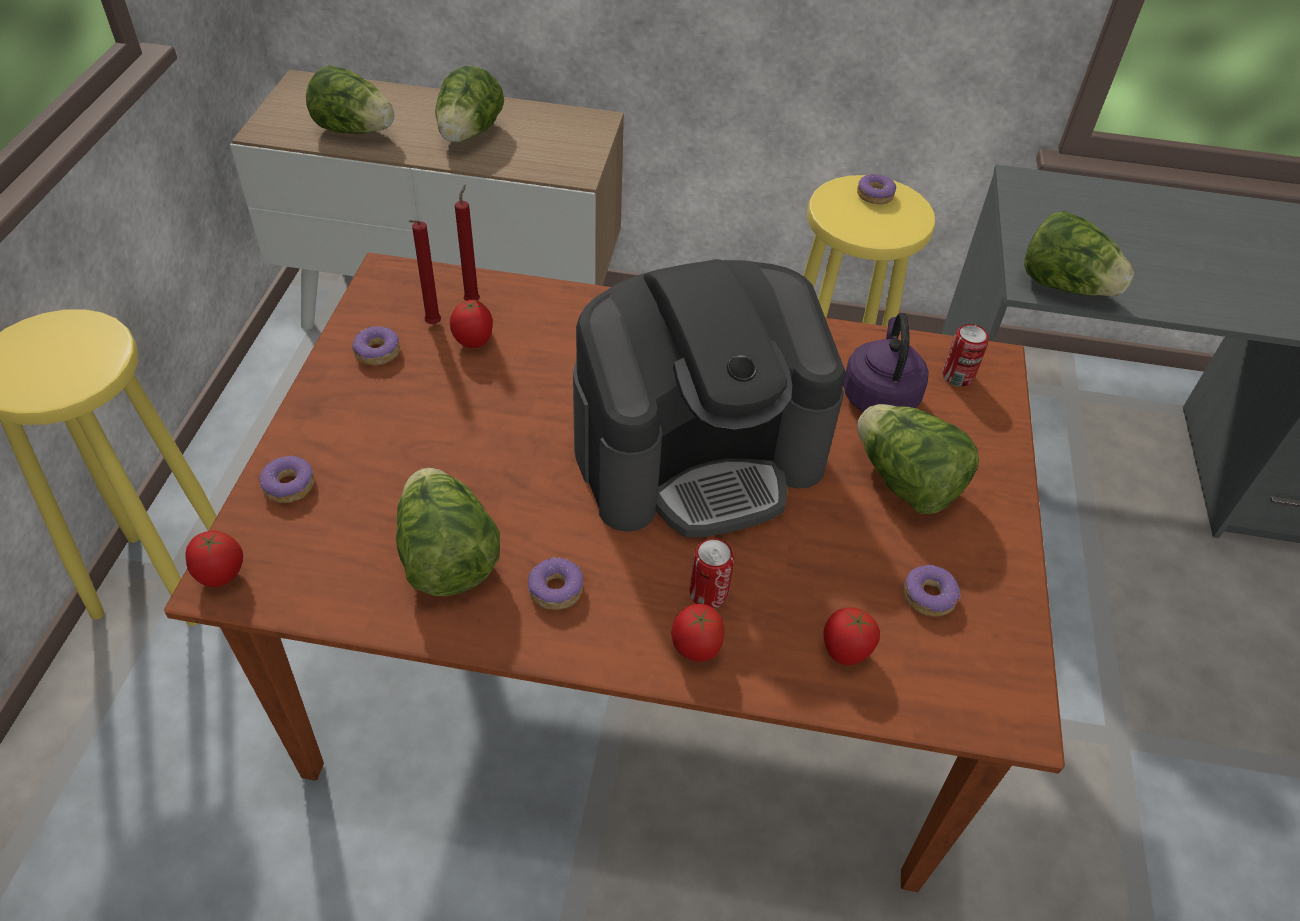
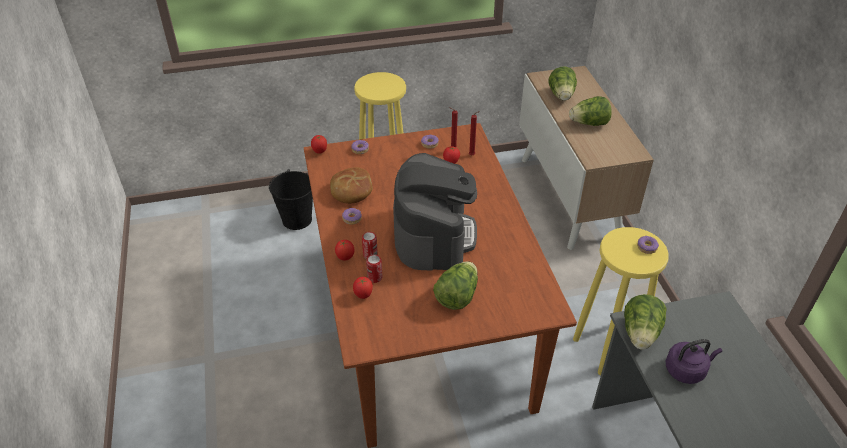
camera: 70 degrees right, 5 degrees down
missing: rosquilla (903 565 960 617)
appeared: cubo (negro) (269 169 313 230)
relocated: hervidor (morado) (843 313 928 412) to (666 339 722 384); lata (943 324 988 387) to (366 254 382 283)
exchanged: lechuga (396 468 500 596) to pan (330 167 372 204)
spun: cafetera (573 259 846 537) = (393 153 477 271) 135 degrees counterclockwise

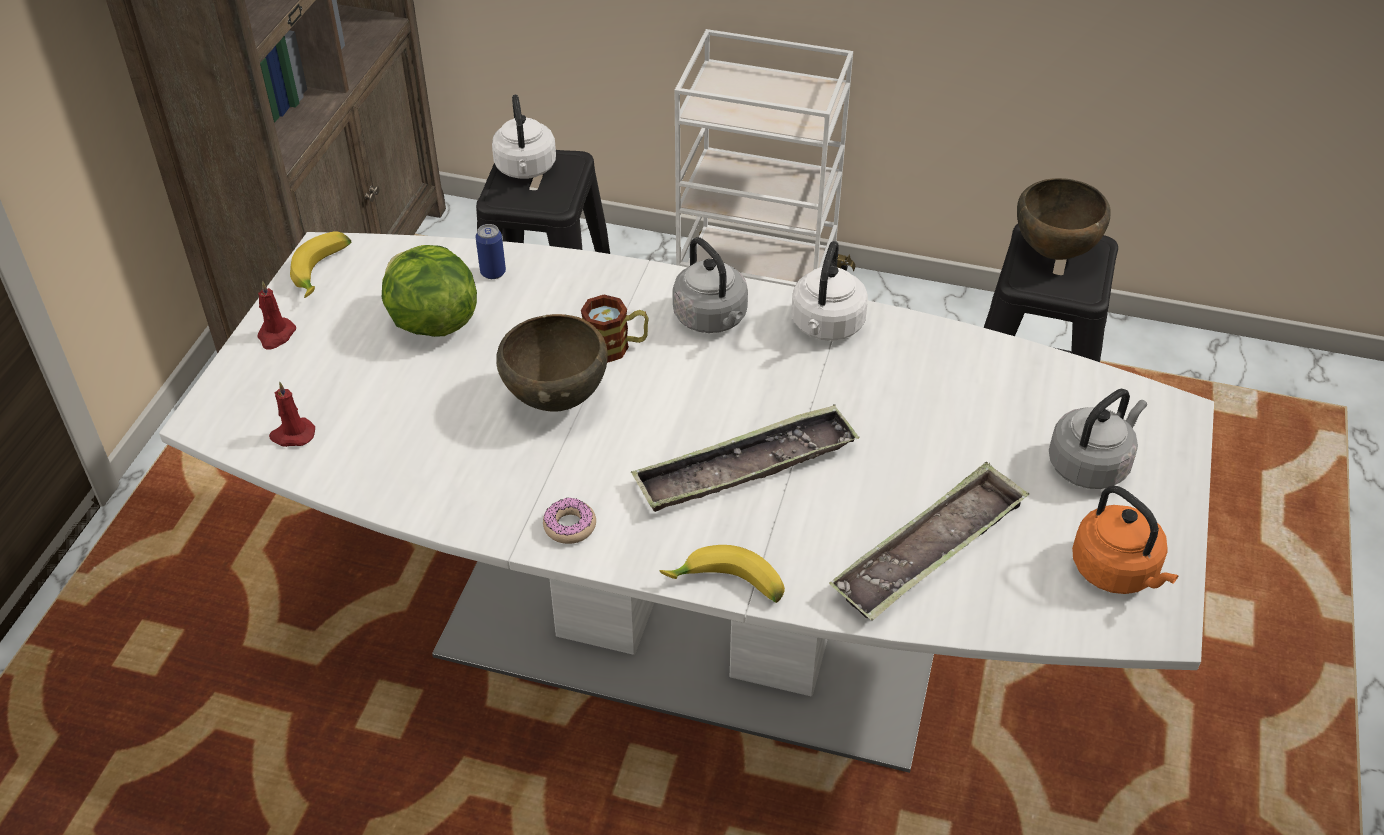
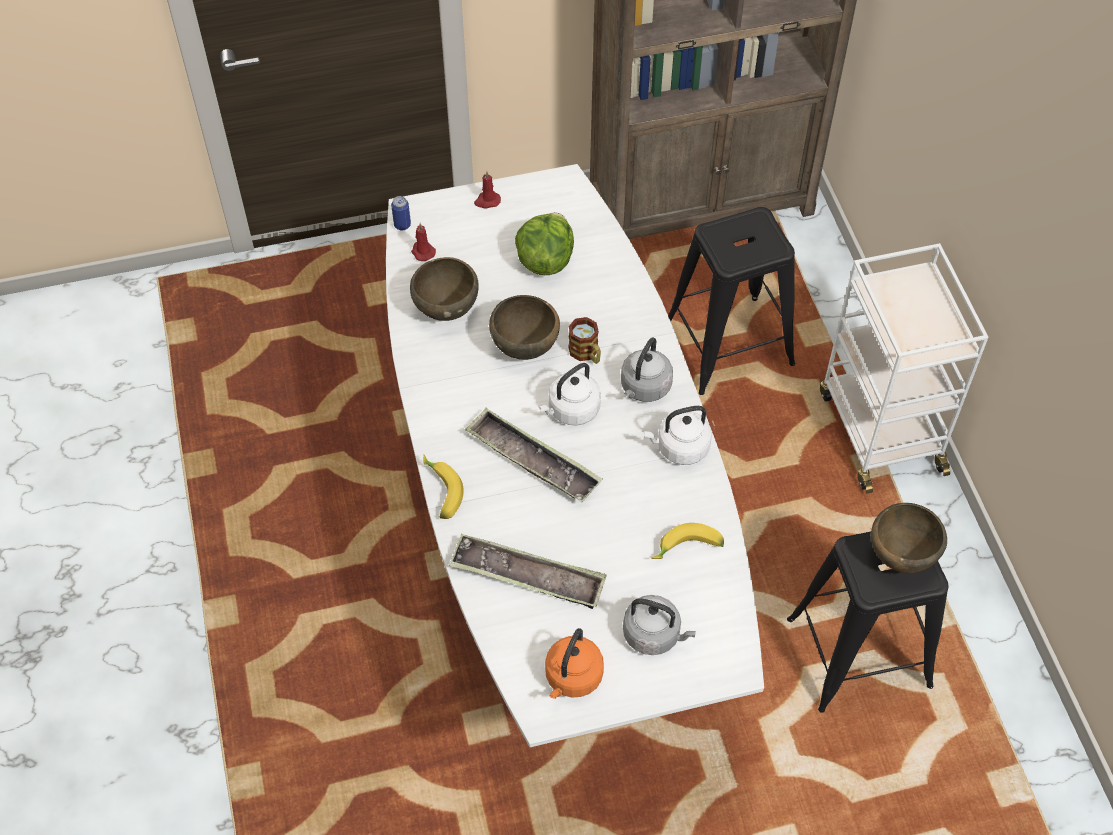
camera: 60 degrees right, 10 degrees up
missing: rosquilla (543 498 596 544)
appeared: cuenco (marrón) (410 257 479 321)
relocated: plátano (290 231 351 298) to (651 523 724 559); lata (476 224 506 279) to (391 196 411 231); hervidor (blanco) (492 95 556 179) to (539 363 601 426)

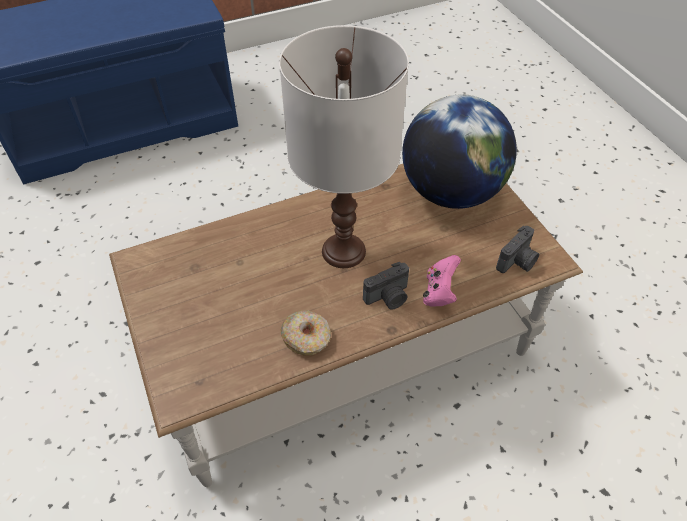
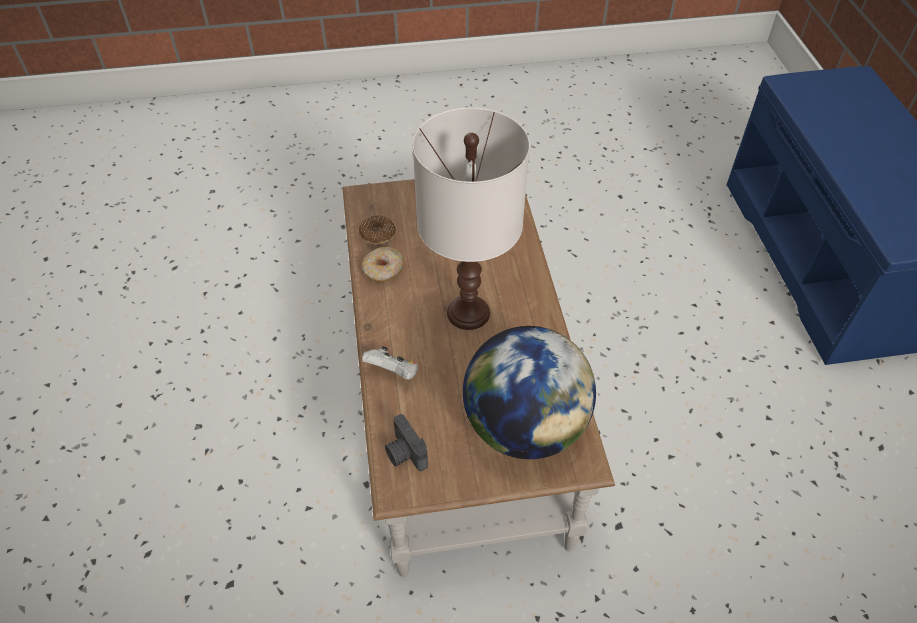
camera: 105 degrees right, 0 degrees up
missing: cámara (363 262 409 310)
appeared: rosquilla (359 215 395 245)
colour: mando de consola (rosa) (423 255 461 307) to mando de consola (blanco) (361 346 418 380)

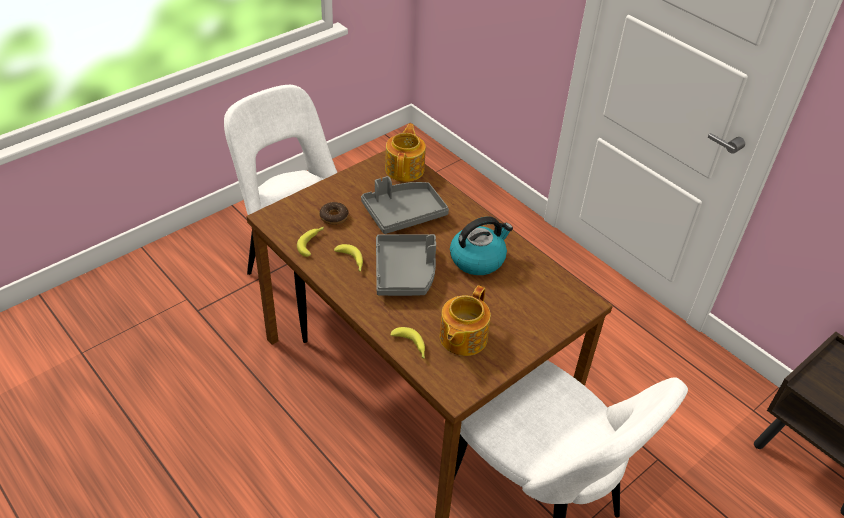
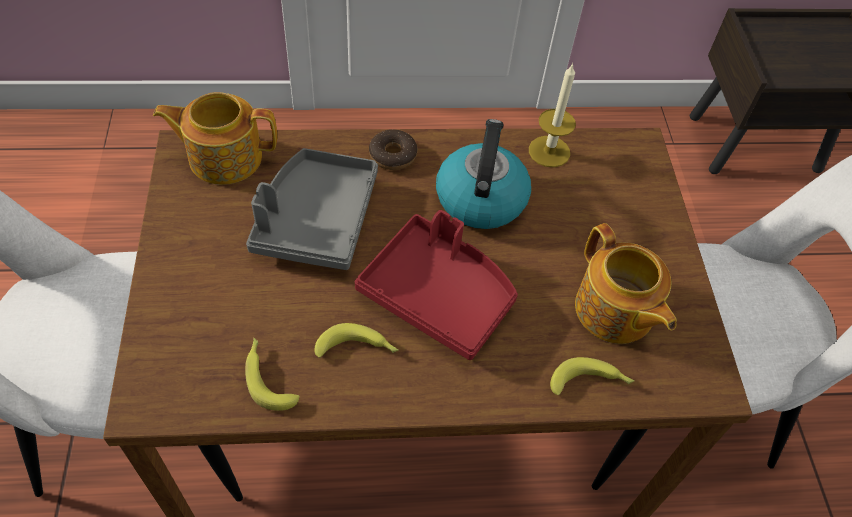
camera: 55 degrees left, 10 degrees up
appeared: vela (529 63 576 167)
relocated: rosquilla (319 202 349 225) to (369 129 417 170)
colour: bandeja (gris) (376 234 436 296) to bandeja (rojo) (355 210 518 360)
spun: tetera (385 124 426 182) = (153 92 277 185) 45 degrees counterclockwise

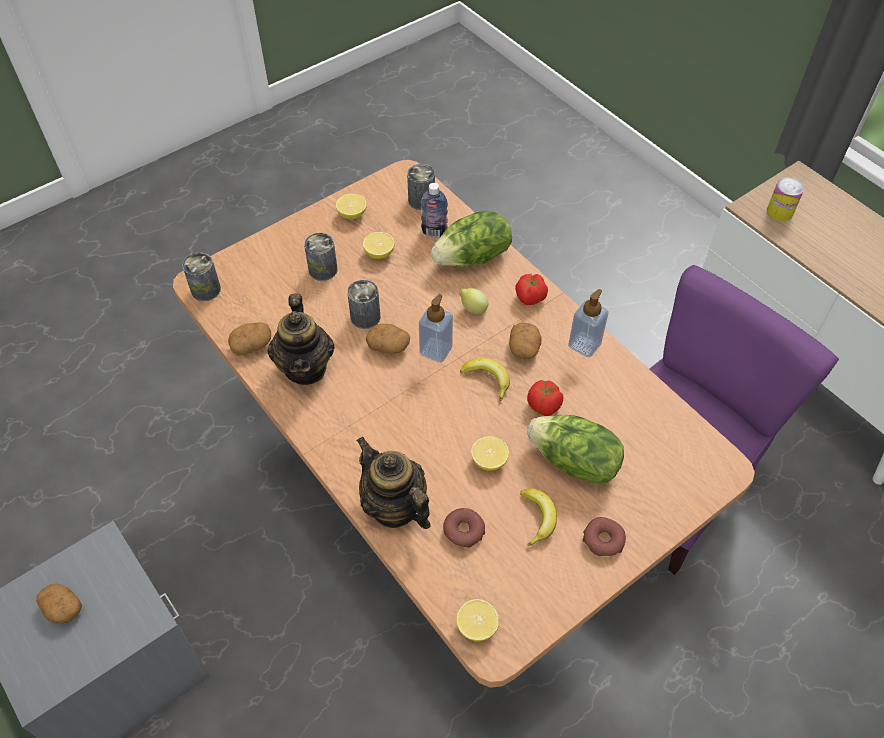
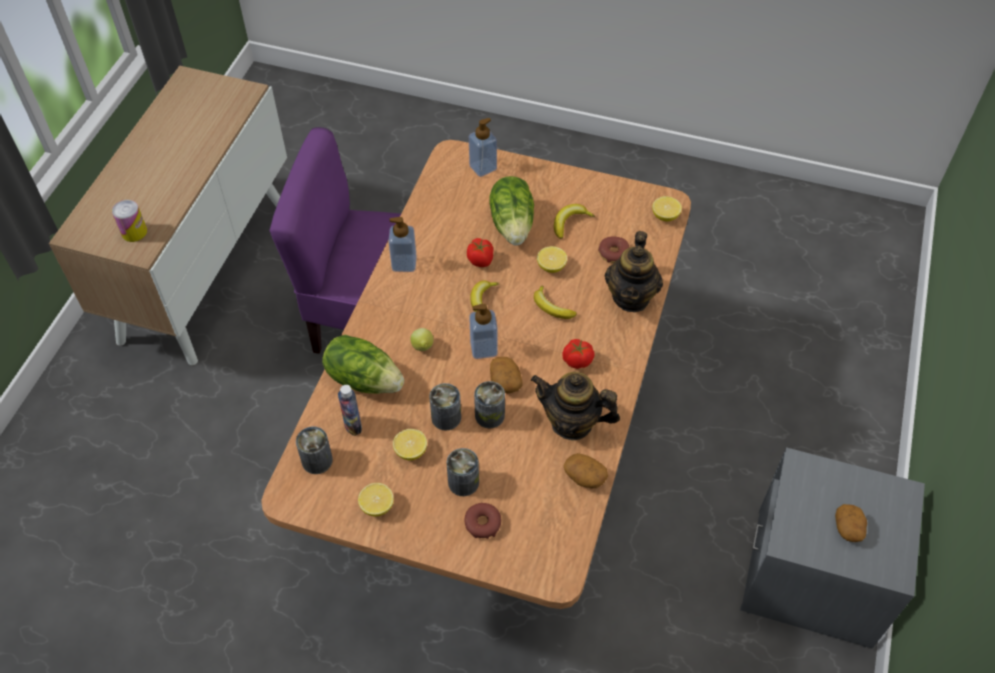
camera: 125 degrees left, 0 degrees up
missing: patata (509 323 541 359)
appeared: dispensador de jabón (469 118 497 177); plátano (534 285 577 319)
relocated: lata (182 253 221 301) to (429 383 461 431); tomate (515 274 548 305) to (562 339 595 369); rosquilla (583 517 626 558) to (464 503 502 539)
spun: tetera (267 293 335 385) = (531 372 620 441) 120 degrees counterclockwise

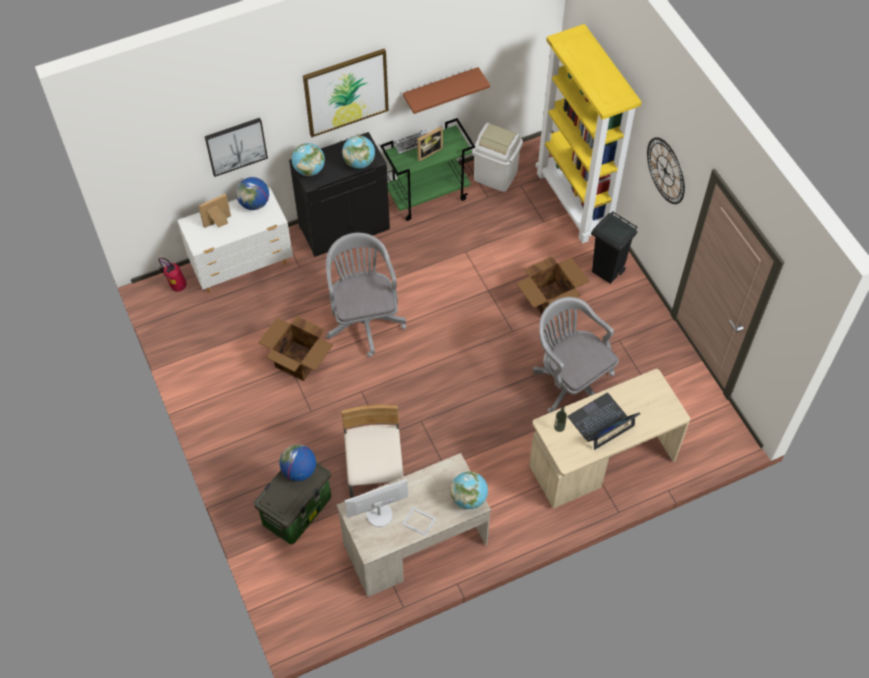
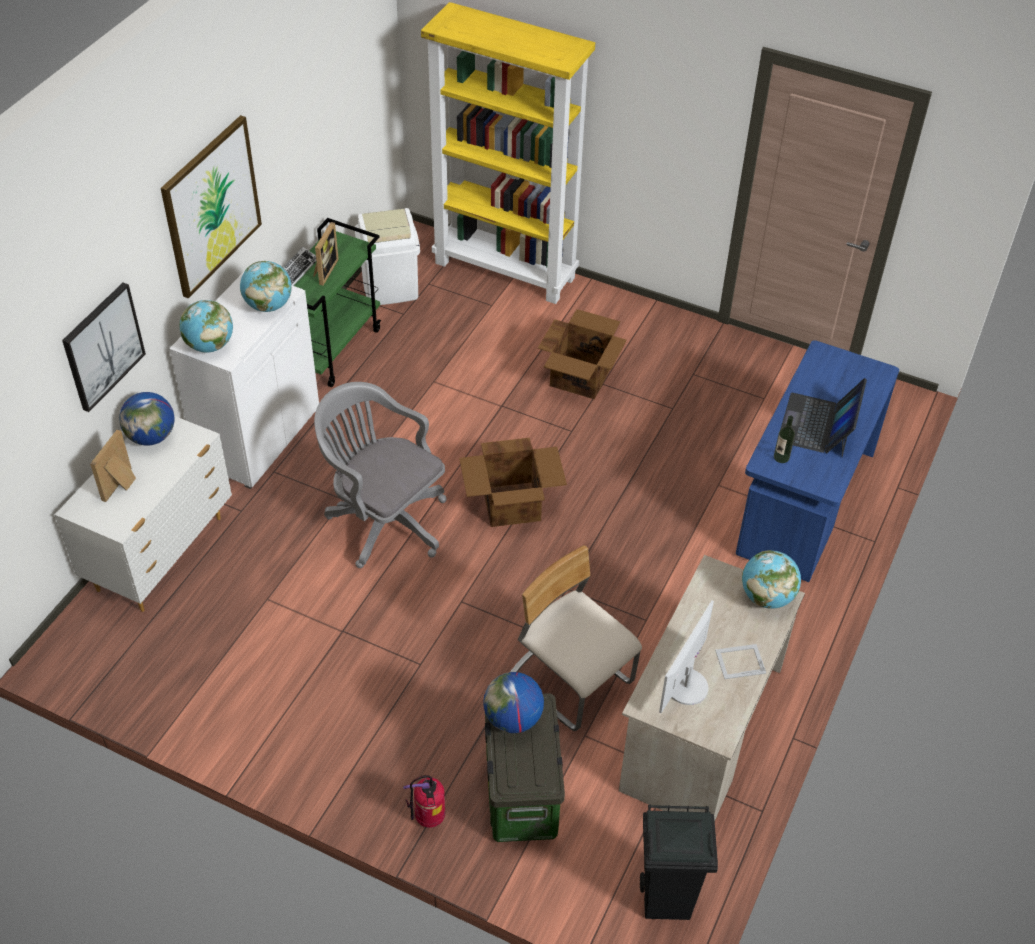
camera: 40 degrees left, 10 degrees down
missing: estante (marrón) (403 67 490 114); silla de oficina (gris) (533 297 619 413); reloj de pared (647 137 685 204)
relocated: extintor (158 258 187 292) to (403 775 445 828); caja de cartón (258 316 333 381) to (459 438 567 527); papelera (negro) (591 211 638 284) to (640 804 718 920)
colour: armario (negro) (289 132 390 257) to armario (blanco) (169 271 319 489); escritorio (beis) (529 369 690 508) to escritorio (azul) (736 340 899 582)

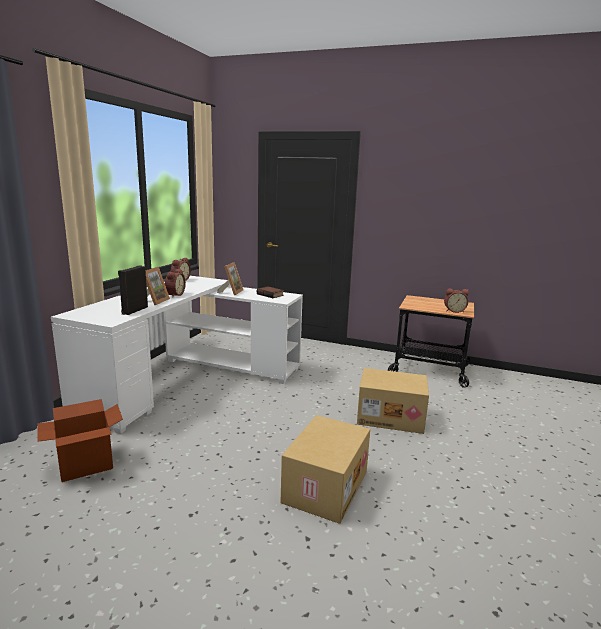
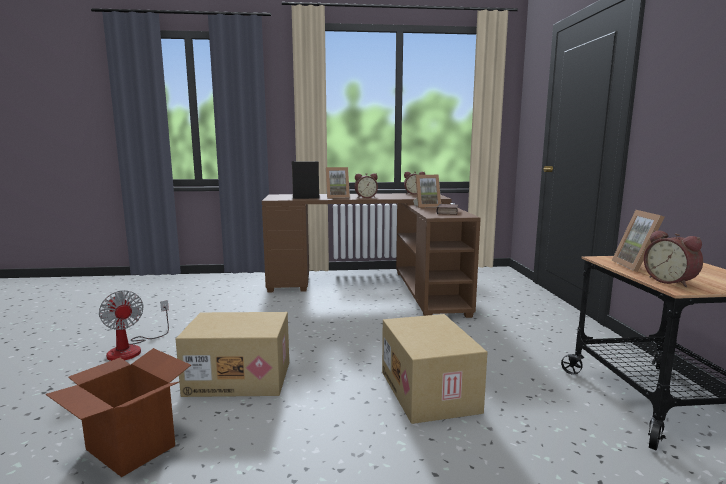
camera: 65 degrees right, 5 degrees down
appeared: ventilador (99 290 169 361); portarretratos (612 210 664 272)
relocated: caja de cartón (37 399 123 482) to (46 348 191 477)
colour: escritorio (blanco) (51 276 303 434) to escritorio (marrón) (262 193 481 318)

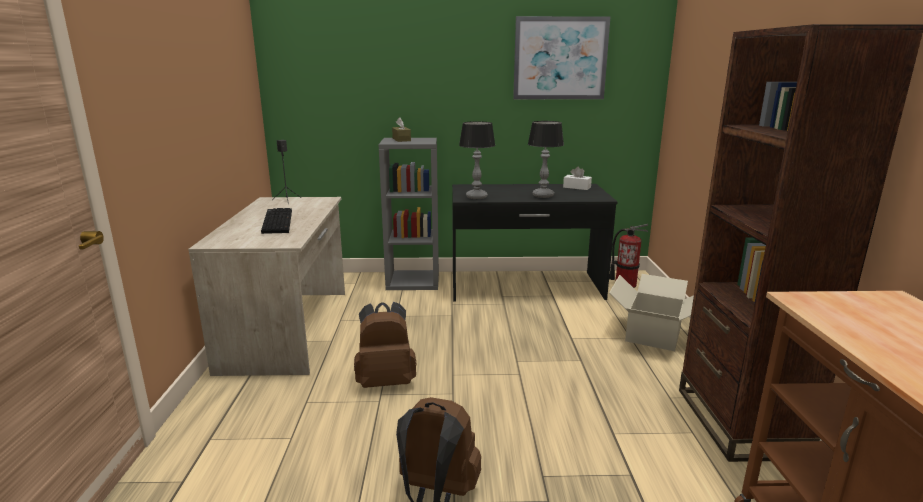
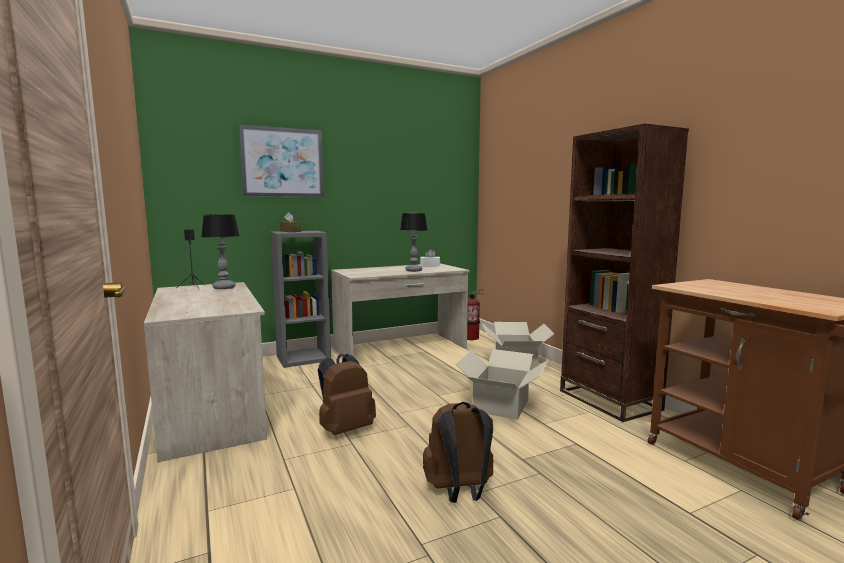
camera: 25 degrees left, 10 degrees down
missing: teclado (261 208 292 234)
appeared: caja de cartón (455 349 548 420)
relocated: lámpara de mesa (459 121 495 199) to (201 214 240 289); cuadro (513 16 611 99) to (239 125 324 197)
colour: escritorio (negro) (452 184 618 301) to escritorio (beis) (331 263 470 356)

